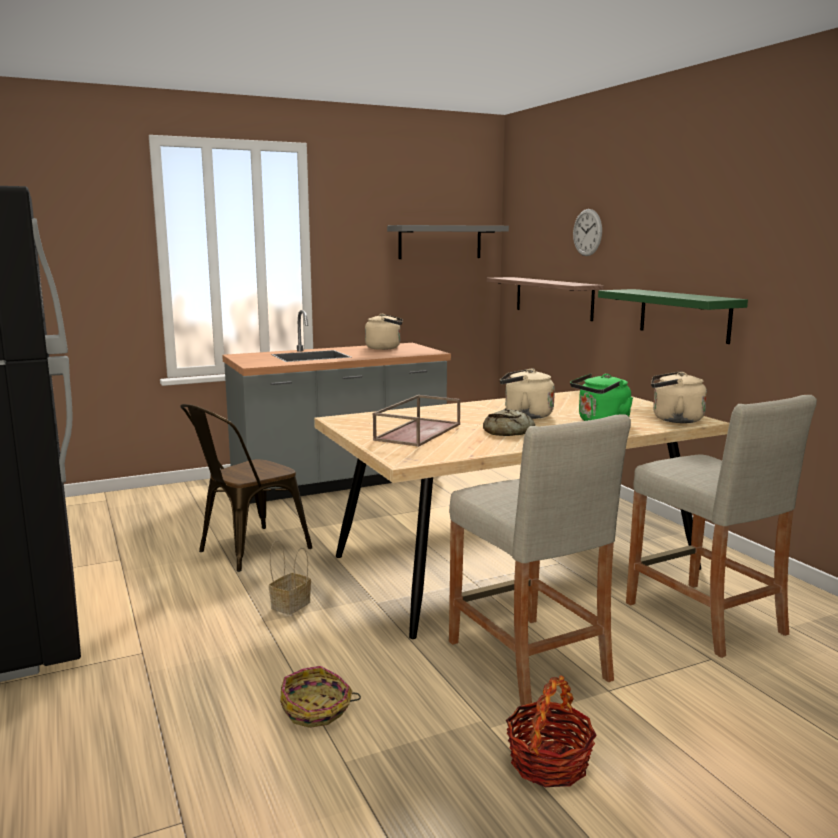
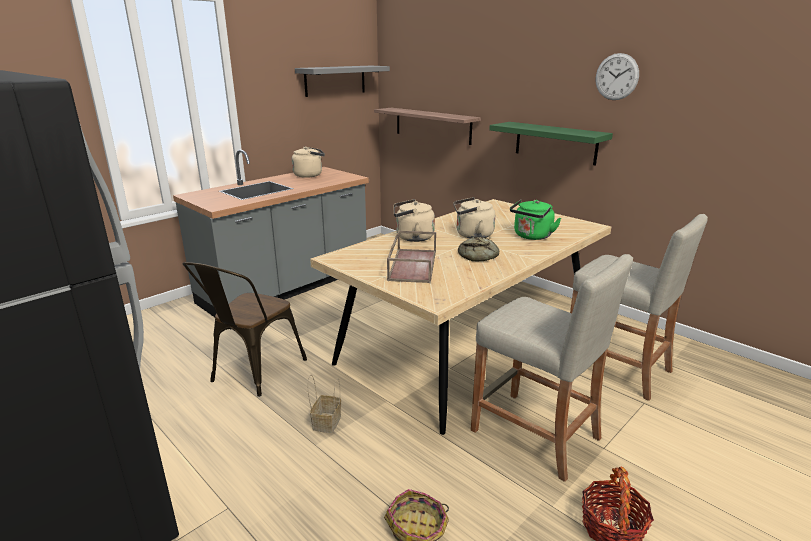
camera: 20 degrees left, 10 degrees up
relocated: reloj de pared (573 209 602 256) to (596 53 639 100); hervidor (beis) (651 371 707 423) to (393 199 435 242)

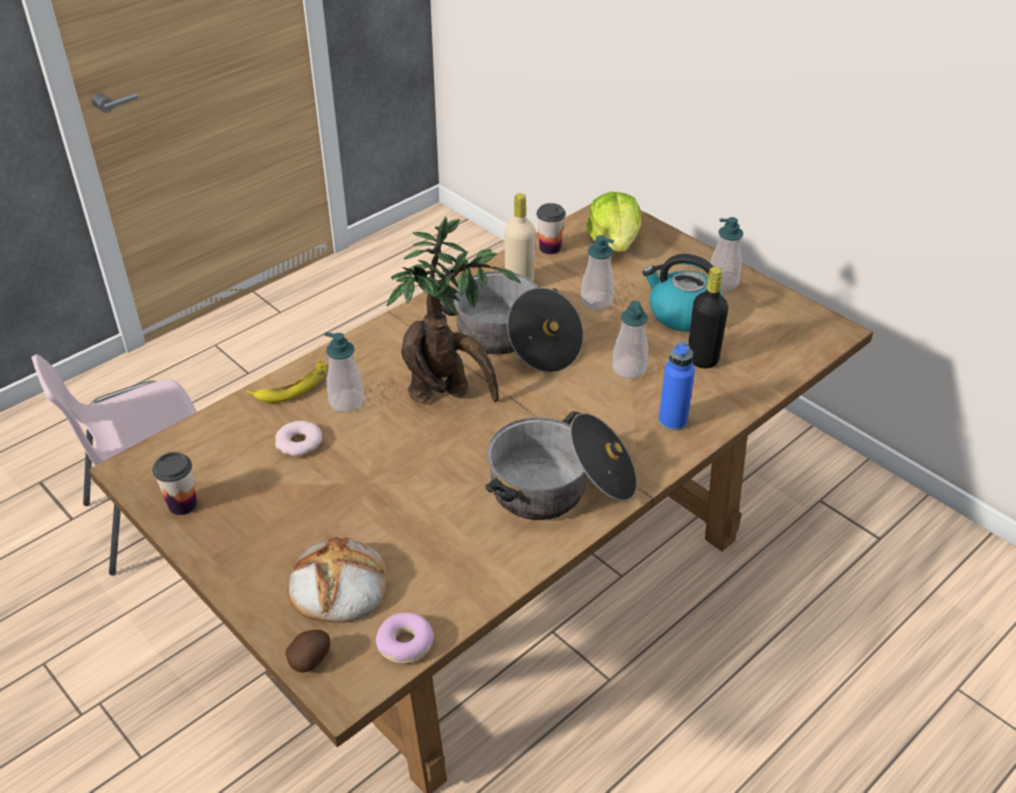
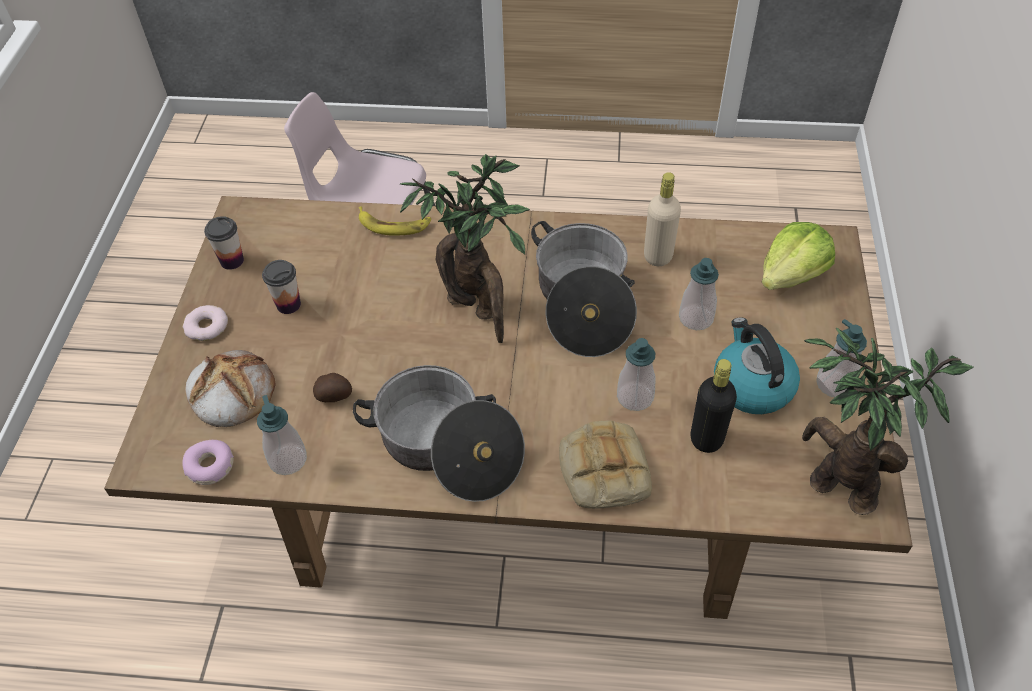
camera: 50 degrees right, 10 degrees up
appeared: planta en maceta (802 328 973 515)
relocated: rosquilla (275 421 322 456) to (183 305 228 341); patata (285 630 330 672) to (313 373 352 402); dispensador de jabón (324 332 365 412) to (257 395 307 475); taza (537 203 566 254) to (262 260 301 314)
exchanged: botella (azul) (659 342 695 431) to pan (559 420 652 509)

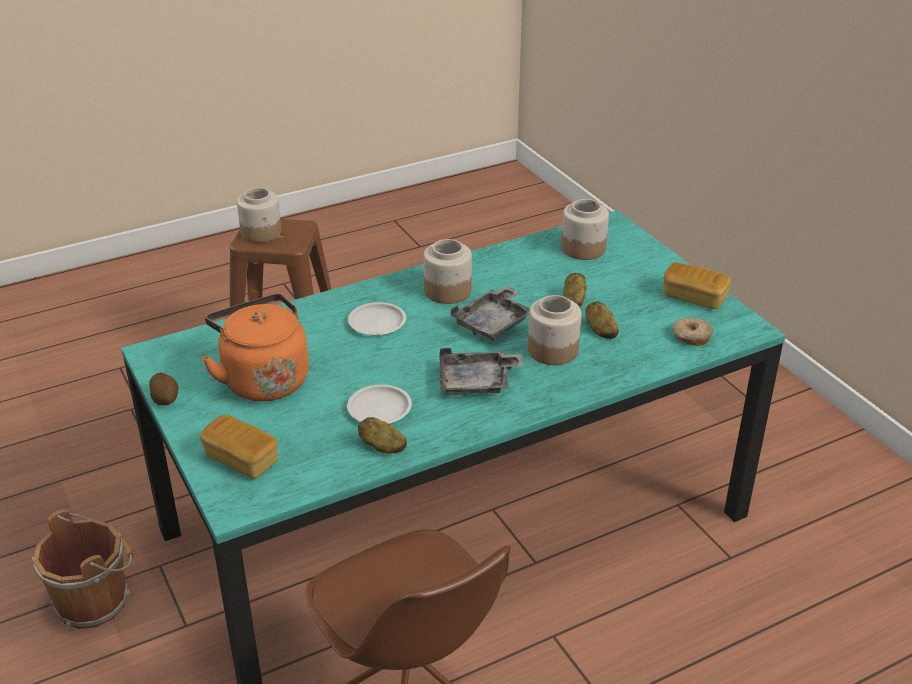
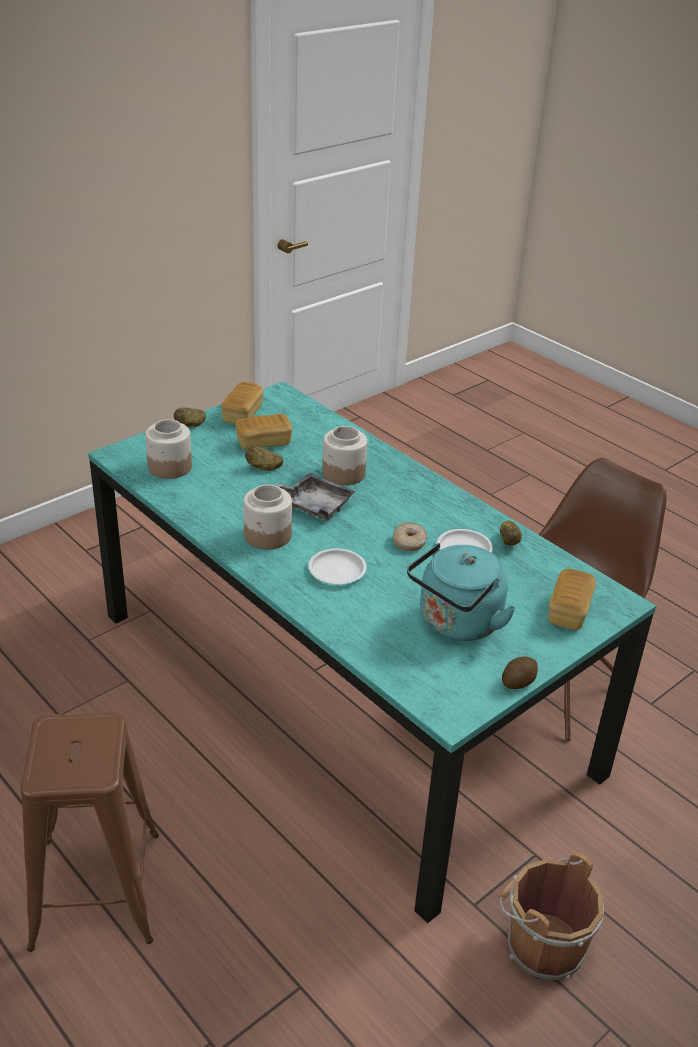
camera: 105 degrees left, 0 degrees up
missing: tarro (237 188 281 243); bandeja (gris) (439 348 524 395)
appeared: pan (235 414 292 450)
relocated: patata (585 301 619 339) to (174 407 206 427); rosquilla (673 318 713 346) to (393 523 427 551)
colour: hervidor (naranja) (202 294 309 401) to hervidor (turquesa) (407 543 516 641)

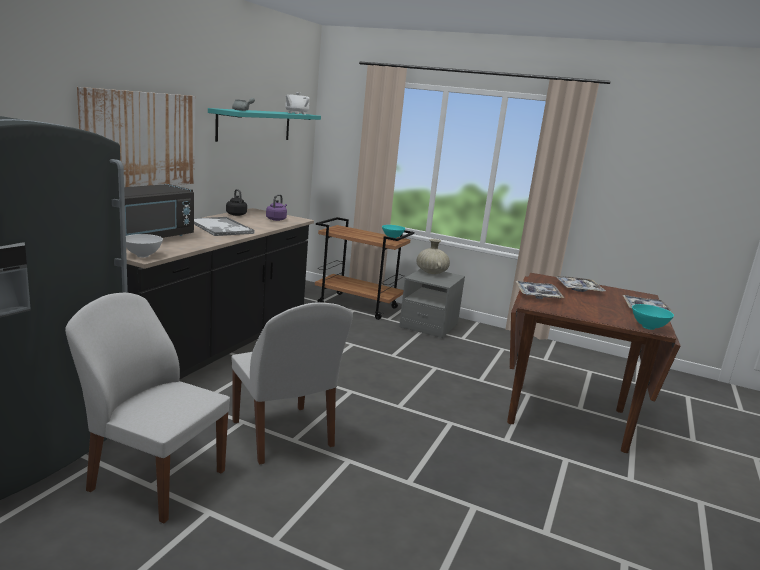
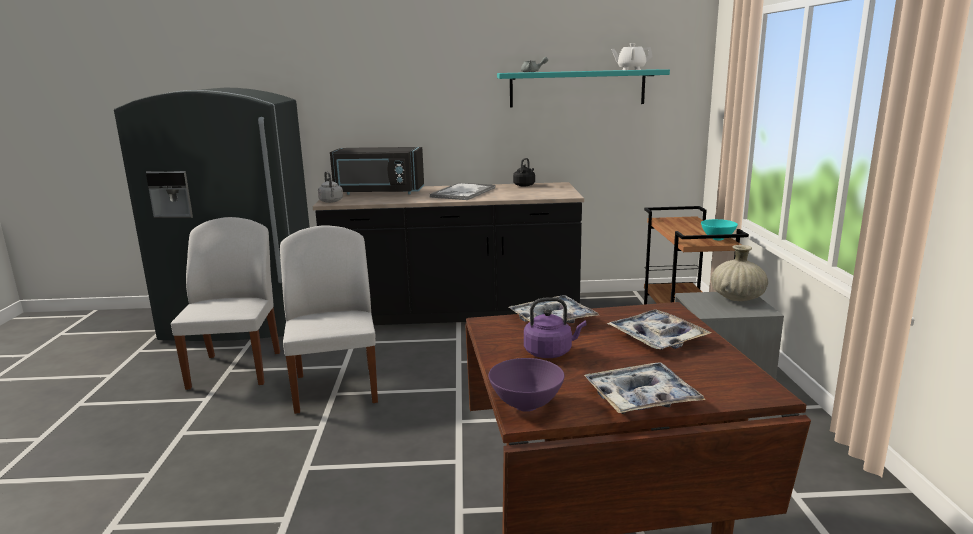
camera: 65 degrees right, 0 degrees up
missing: cuadro (77 87 195 187)
relocated: hervidor (morado) (266 194 287 221) to (524 297 587 358)
exchanged: cuenco (blanco) (126 234 163 257) to hervidor (gris) (318 171 343 203)
colour: cuenco (turquesa) (632 304 674 330) to cuenco (morado) (488 358 565 412)
spun: silla (blanco) (232 303 353 465) = (280 225 378 414) 135 degrees clockwise

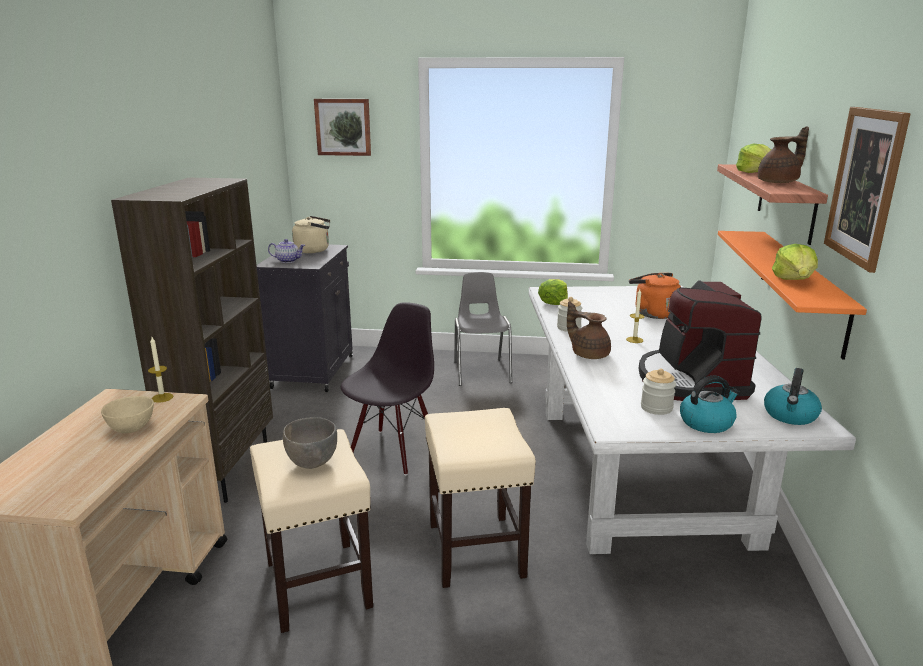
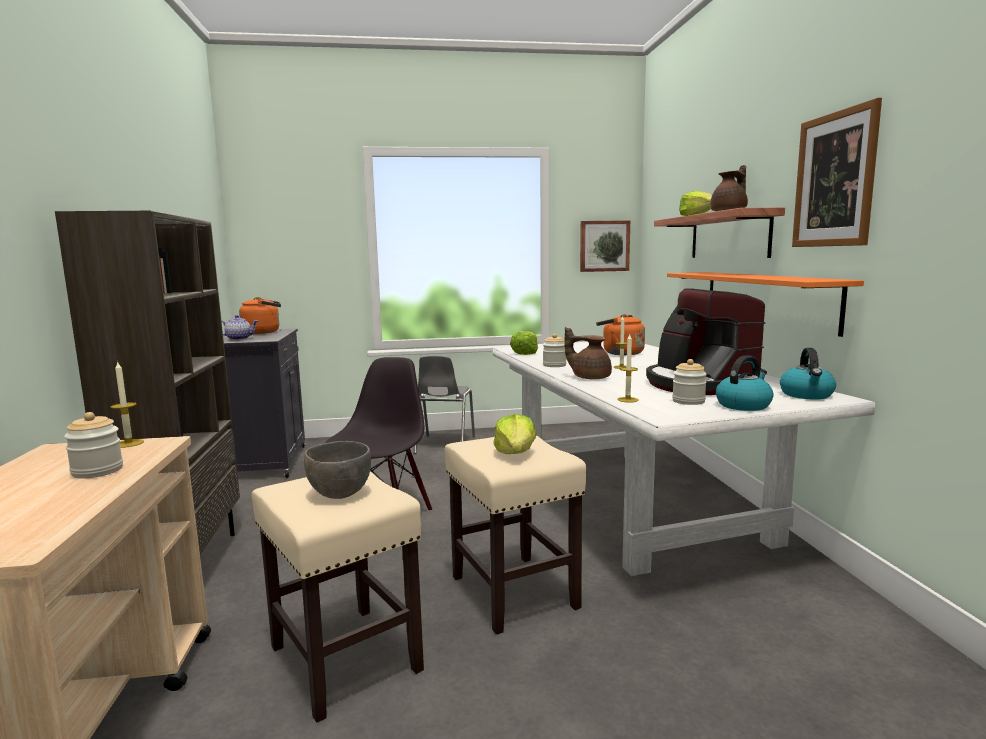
camera: 15 degrees left, 10 degrees down
appeared: vela (617 334 638 403)
relocated: cuadro (314 99 371 156) to (580 220 630 272); lechuga (772 244 818 280) to (493 414 536 454)
exchanged: cuenco (beis) (101 396 154 433) to tarro (64 412 123 479)
colour: hervidor (beis) (292 216 330 253) to hervidor (naranja) (239 297 281 334)
spun: silla (gris) (454 272 512 386) = (414 356 475 454) 150 degrees counterclockwise

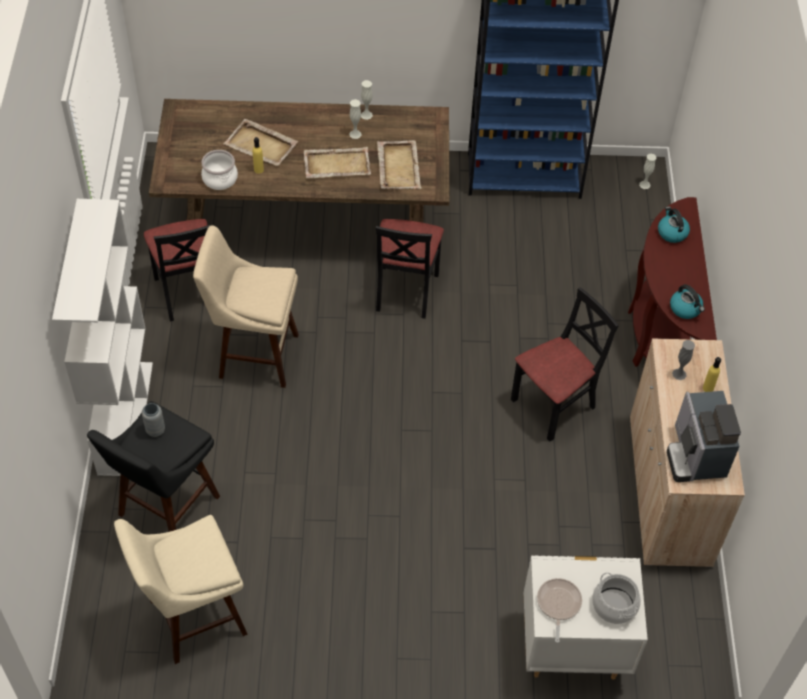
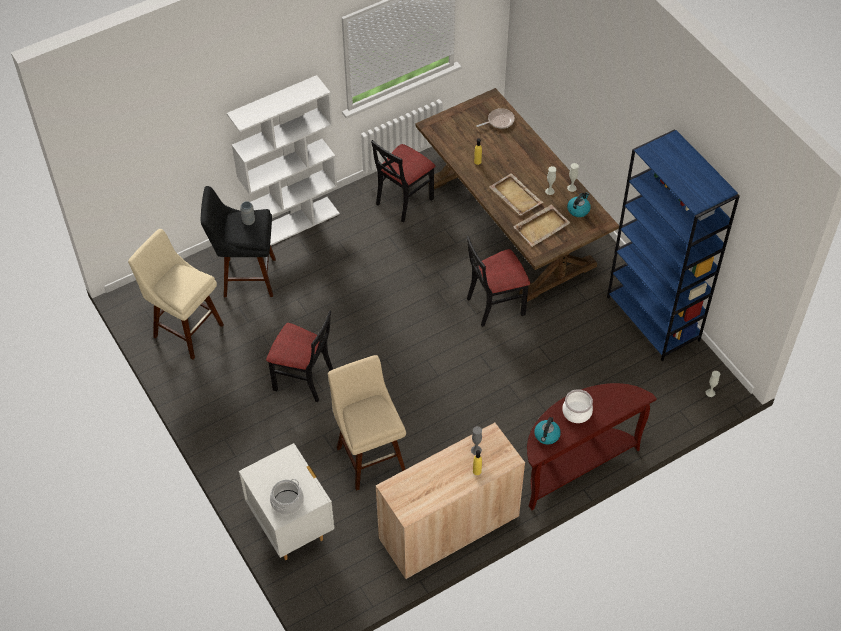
camera: 60 degrees right, 0 degrees up
missing: bandeja (beis) (223 119 298 166); cafetera (667 391 741 482)
relocated: taburete (beis) (193 225 299 388) to (328 355 406 491); olla (201 150 238 190) to (562 389 593 423); silla (negro) (511 287 619 442) to (266 310 333 402); sartén (537 578 582 643) to (476 108 515 129); hervidor (658 207 690 243) to (567 192 591 217)

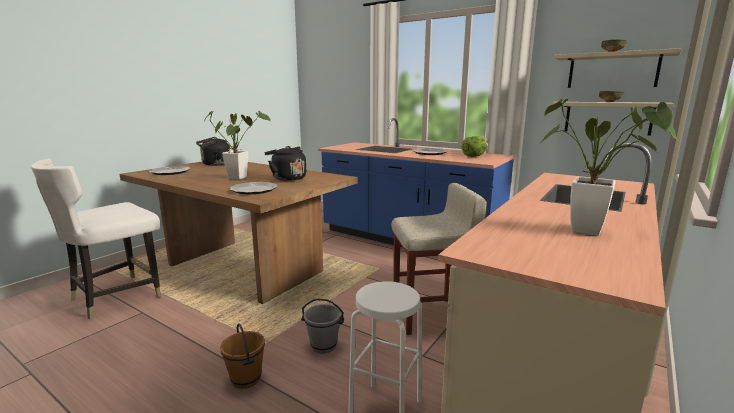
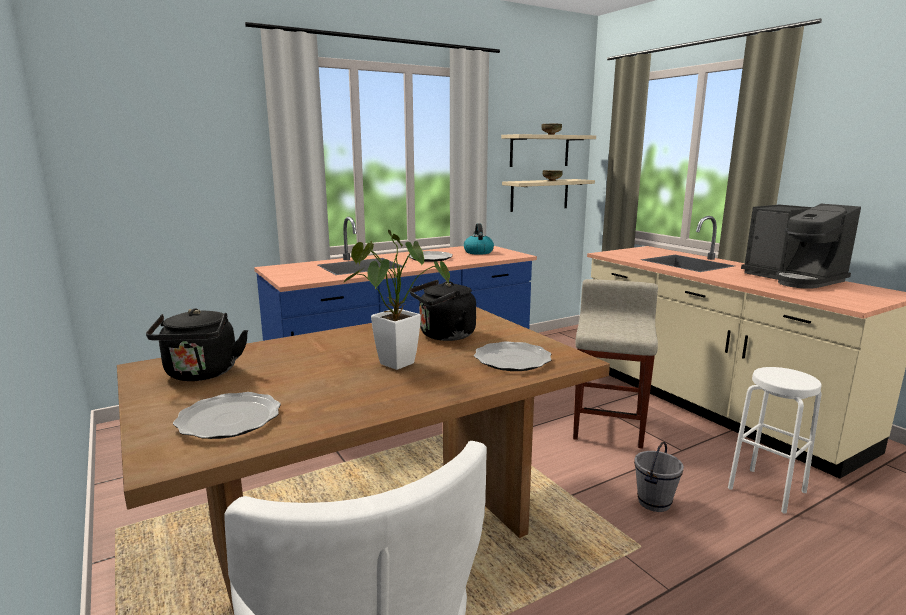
camera: 65 degrees left, 0 degrees up
missing: cubo (marrón) (220 323 265 389)
exchanged: lechuga (462 136 488 157) to hervidor (464 223 494 255); planta en maceta (539 99 678 236) to cafetera (741 204 861 289)

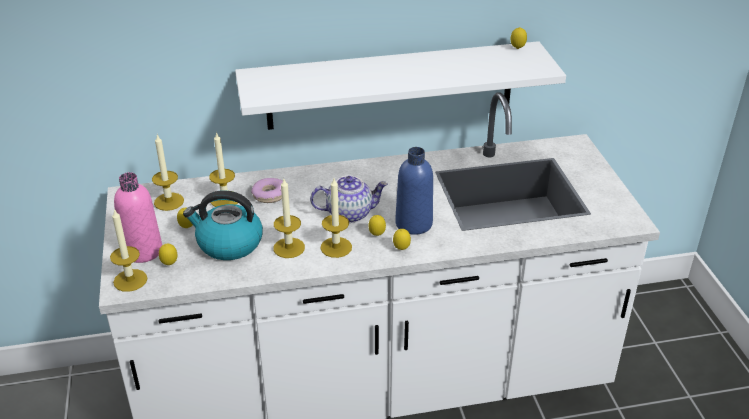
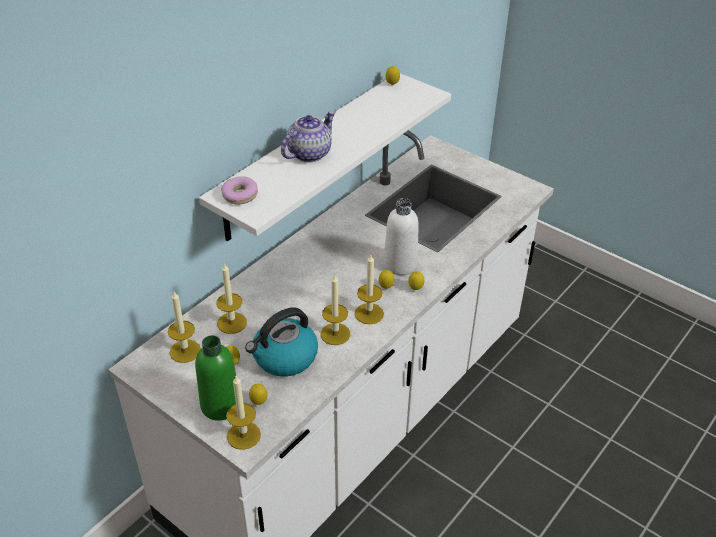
camera: 40 degrees left, 5 degrees up
relocated: rosquilla (251 178 283 203) to (221 176 258 205); tetera (310 175 388 223) to (281 111 336 162)
colour: botella (rosa) (114 172 162 263) to botella (verde) (195 335 236 421); botella (azul) (395 147 433 235) to botella (blanco) (384 198 419 275)

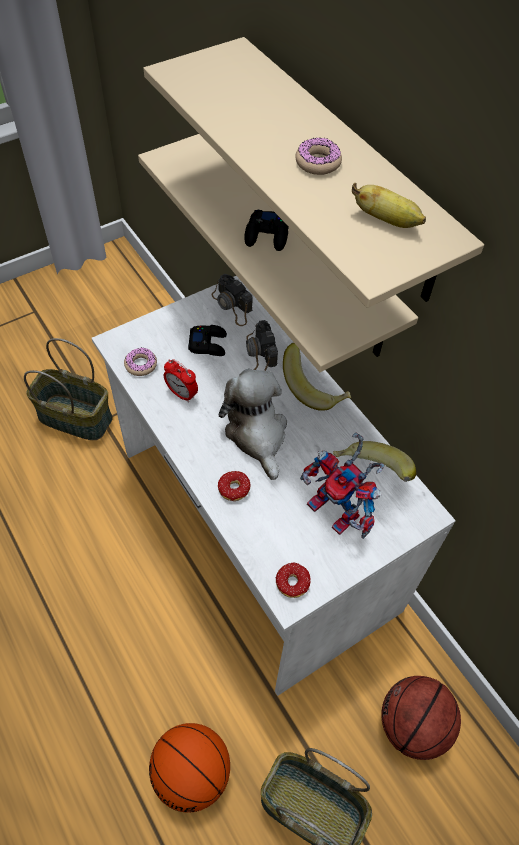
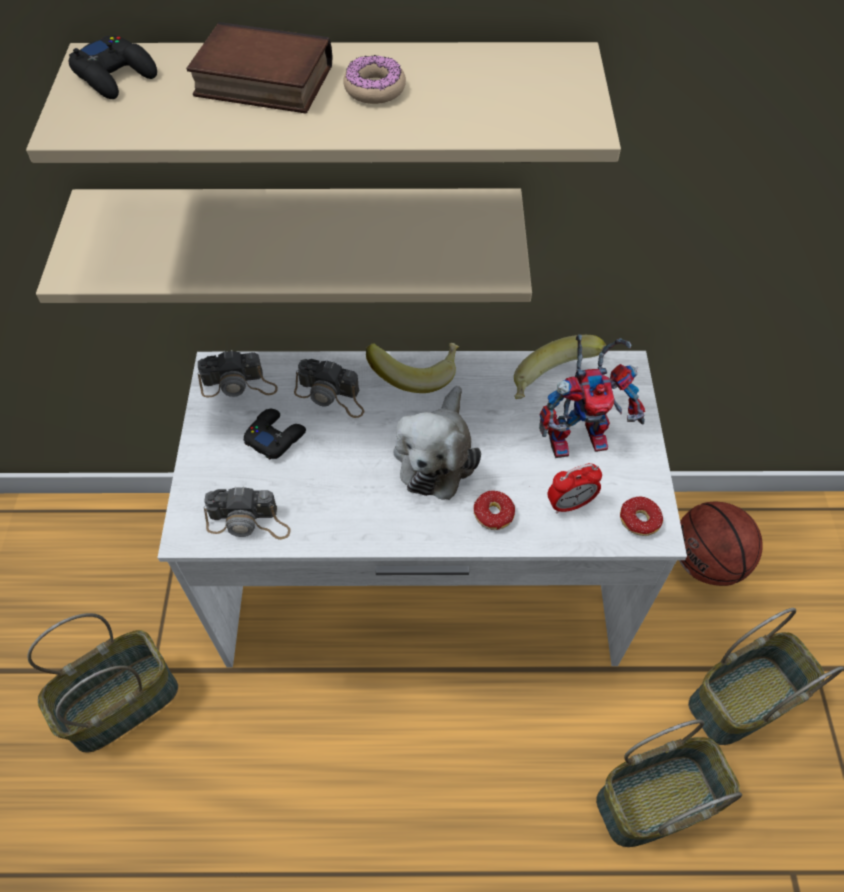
camera: 55 degrees left, 0 degrees up
missing: plátano (352 183 426 228)
appeared: libro (186 22 333 113)
relocated: despertador (164 359 198 403) to (548 463 602 514); mando de consola (negro) (244 210 289 251) to (69 36 157 99)
exchanged: rosquilla (124 347 157 376) to cámara (204 487 291 540); balón de baloncesto (149 723 230 812) to cesta (596 719 742 847)
spun: peluche (219 369 287 480) = (394 386 481 500) 90 degrees counterclockwise

